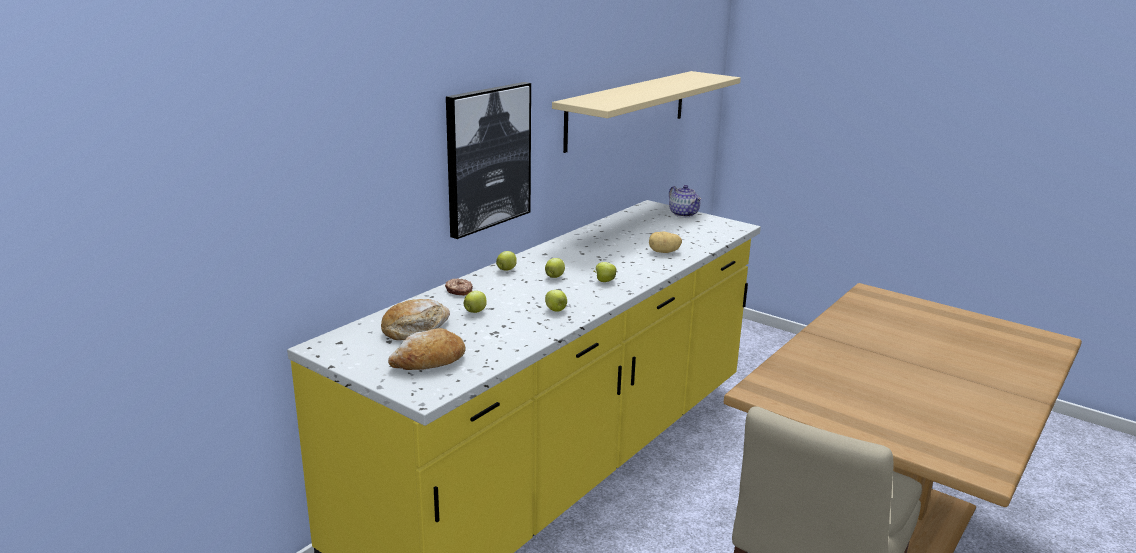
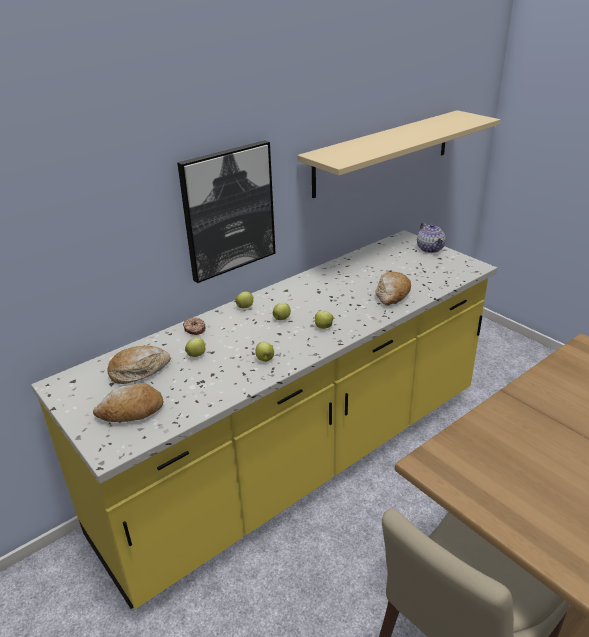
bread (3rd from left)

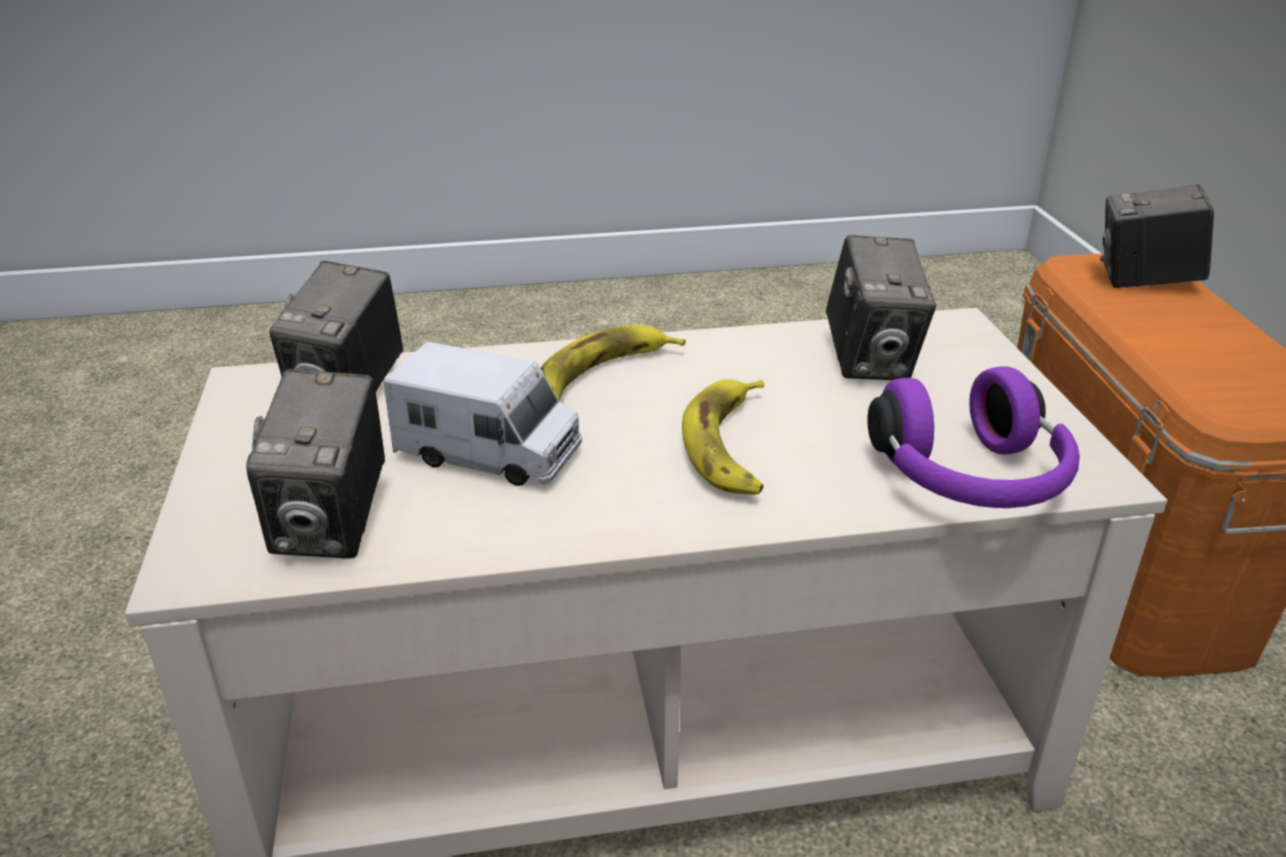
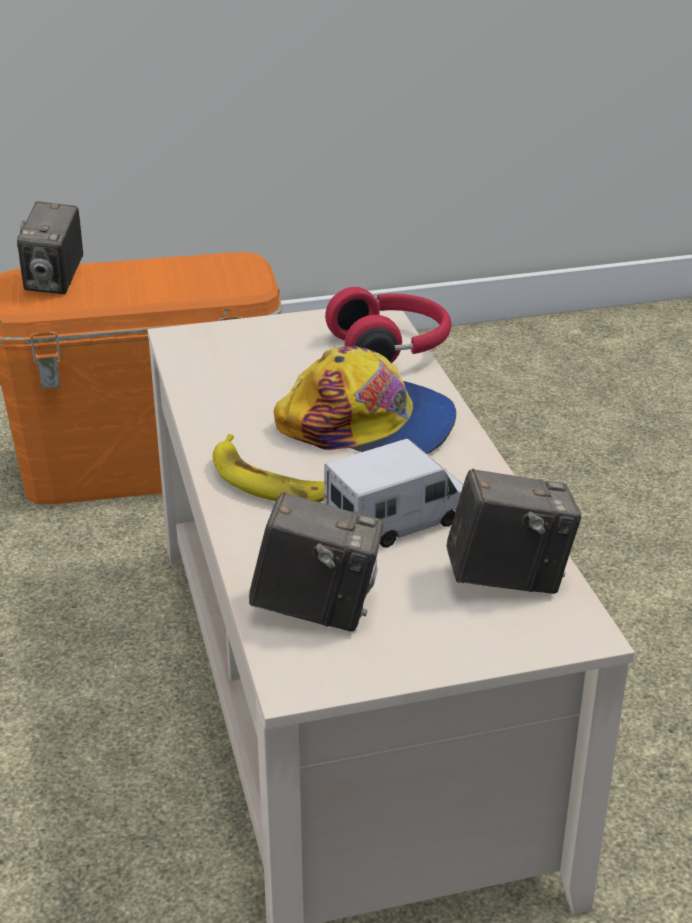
photo_camera (3rd from left in the first image)
toy_truck
red_headphones
cap

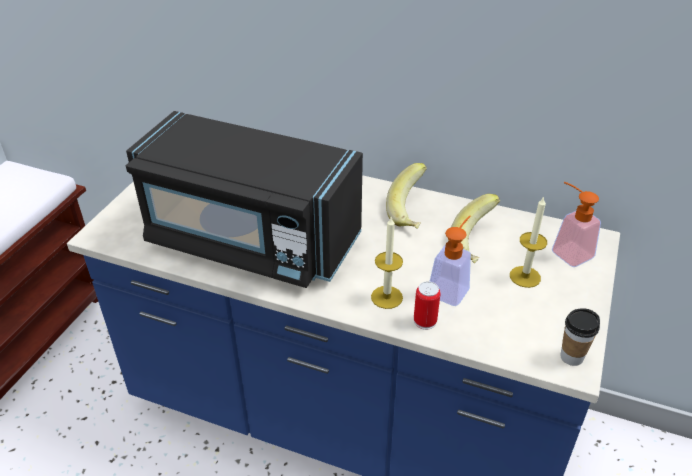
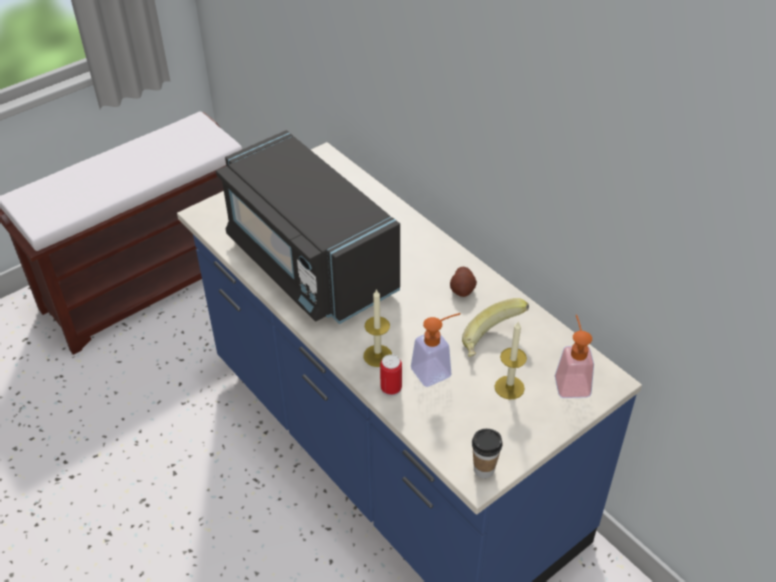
potato

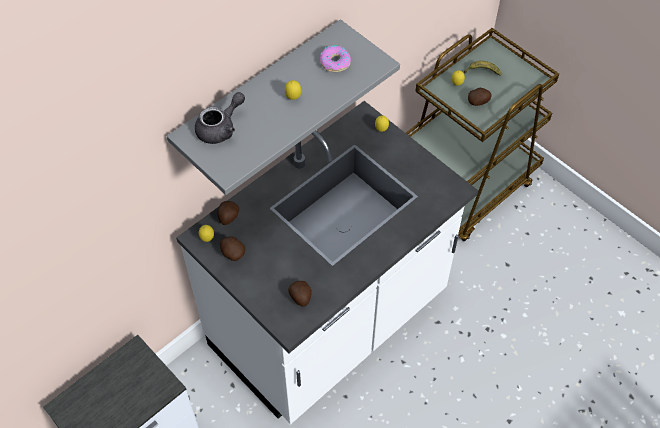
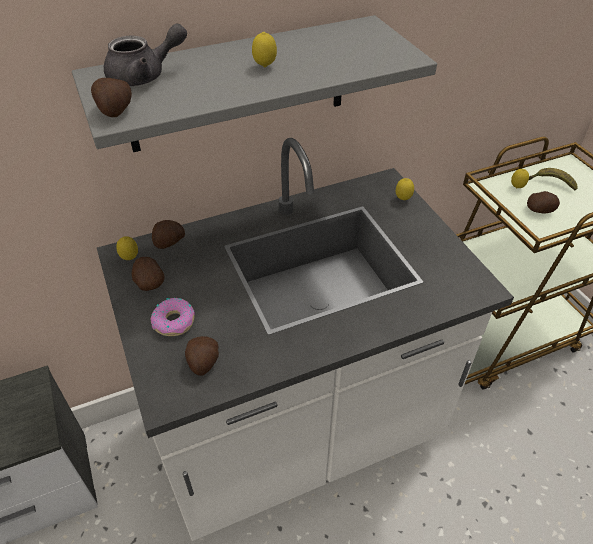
donut
potato (1st from left)

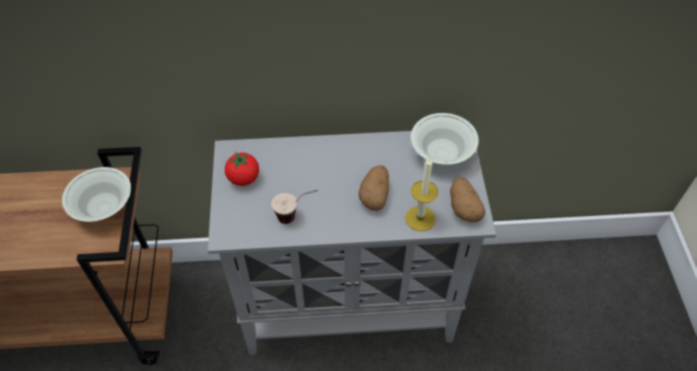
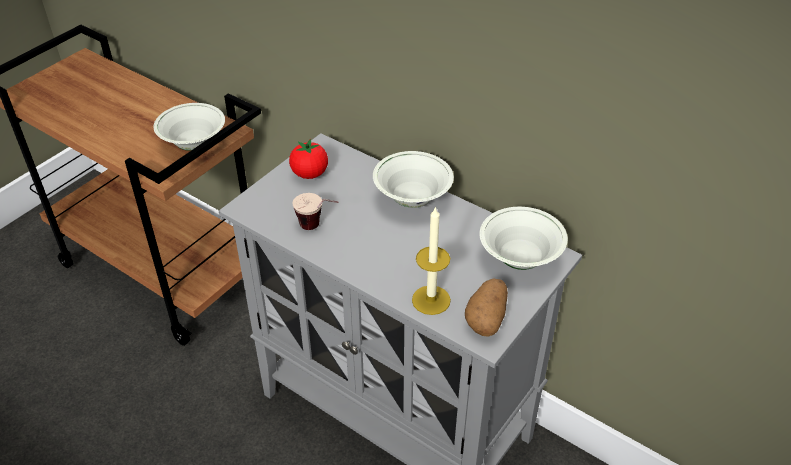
potato (1st from left in the first image)
white_bowl (2nd from left)

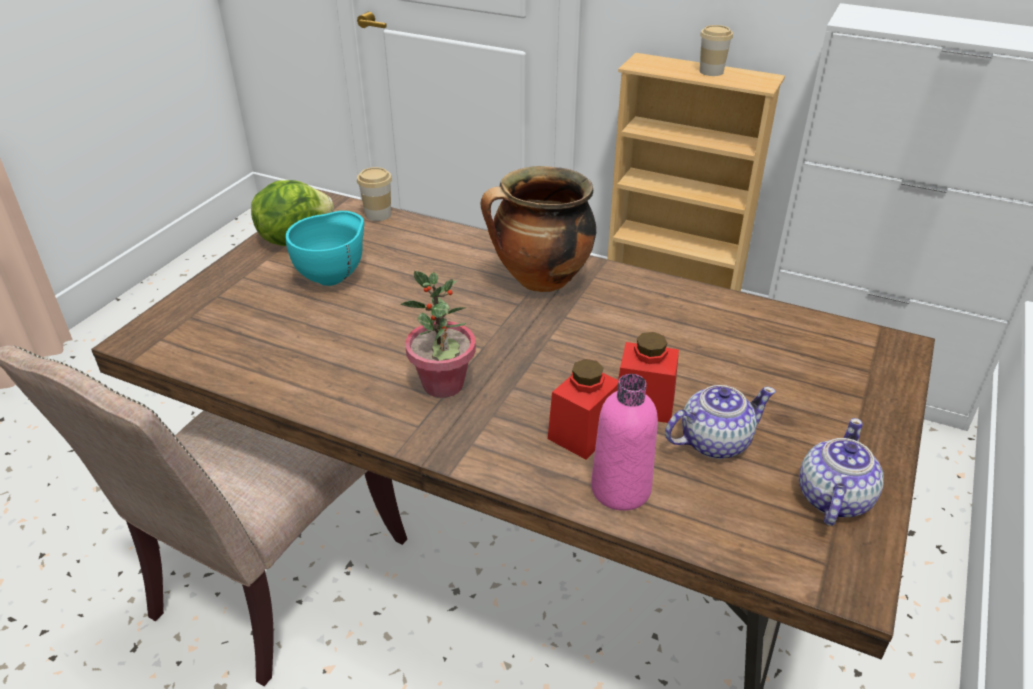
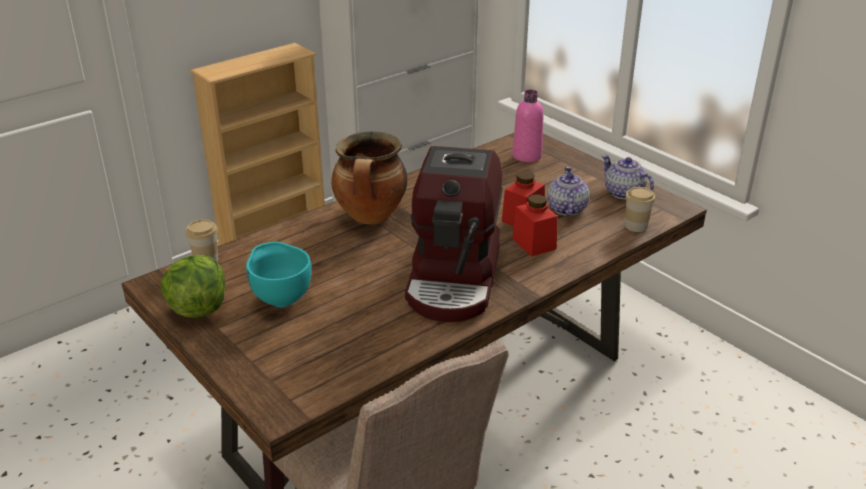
cup (2nd from left)
coffee_machine
pink_bottle

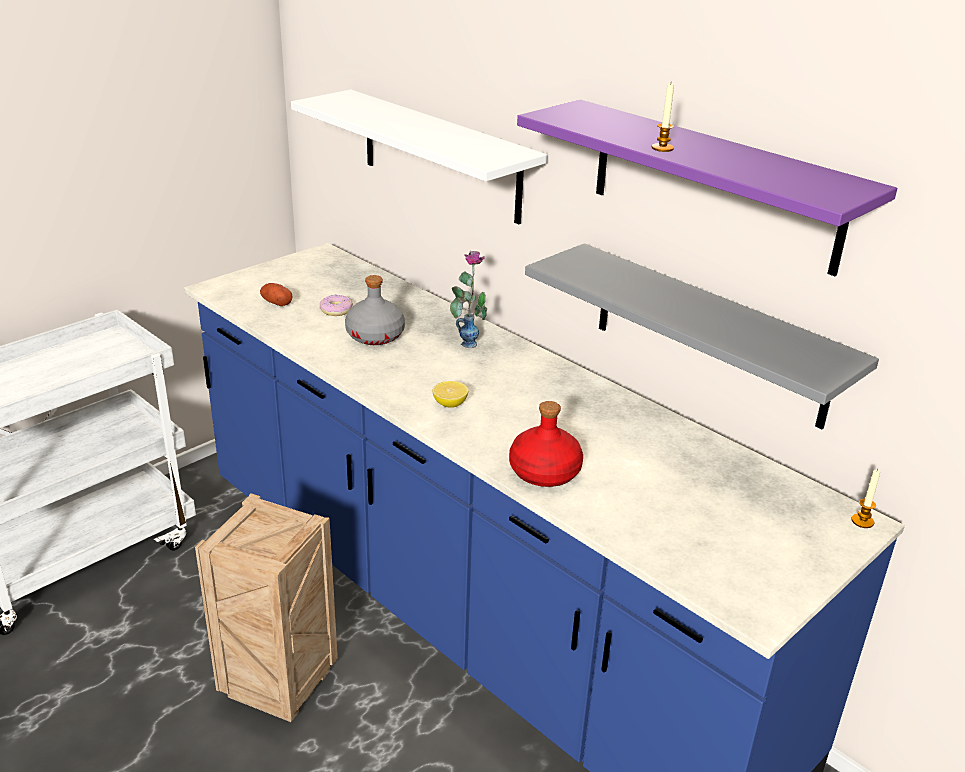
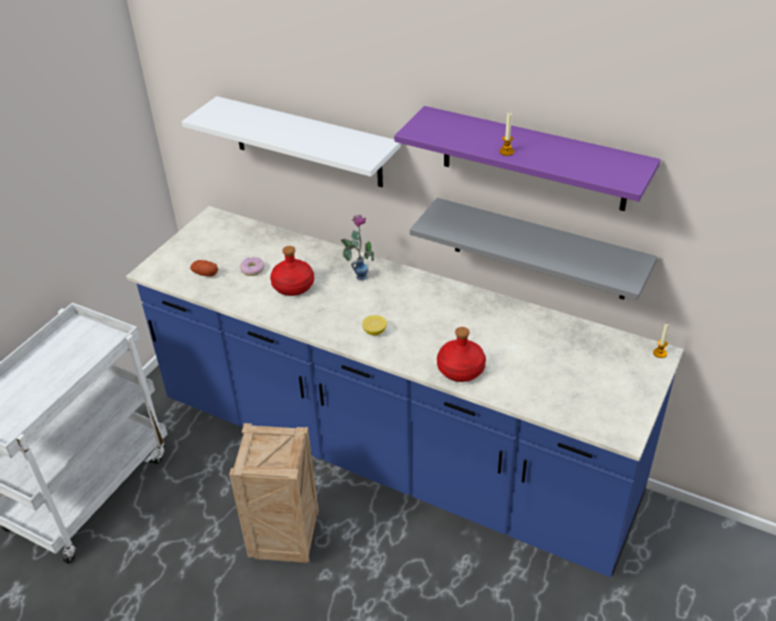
red_bottle (1st from left)

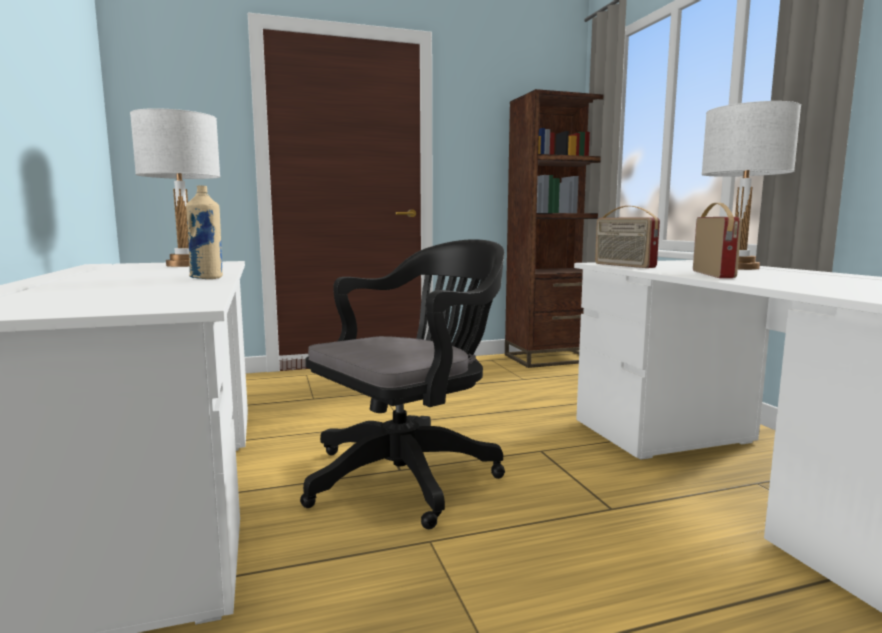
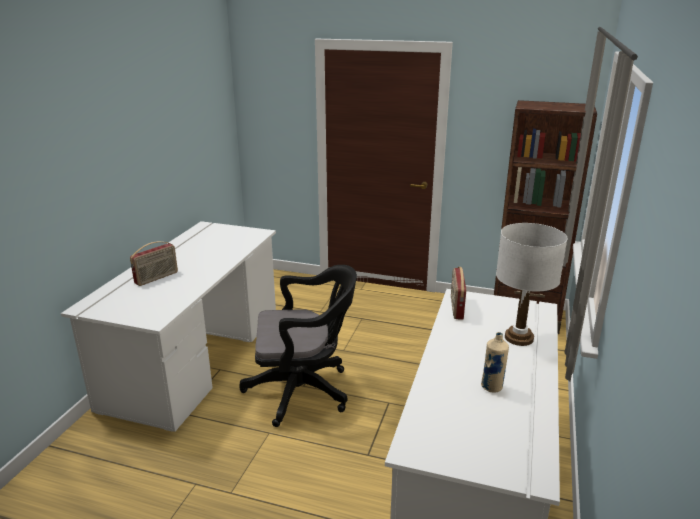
white_table_lamp (1st from left in the first image)
beige_bottle
radio (1st from left)

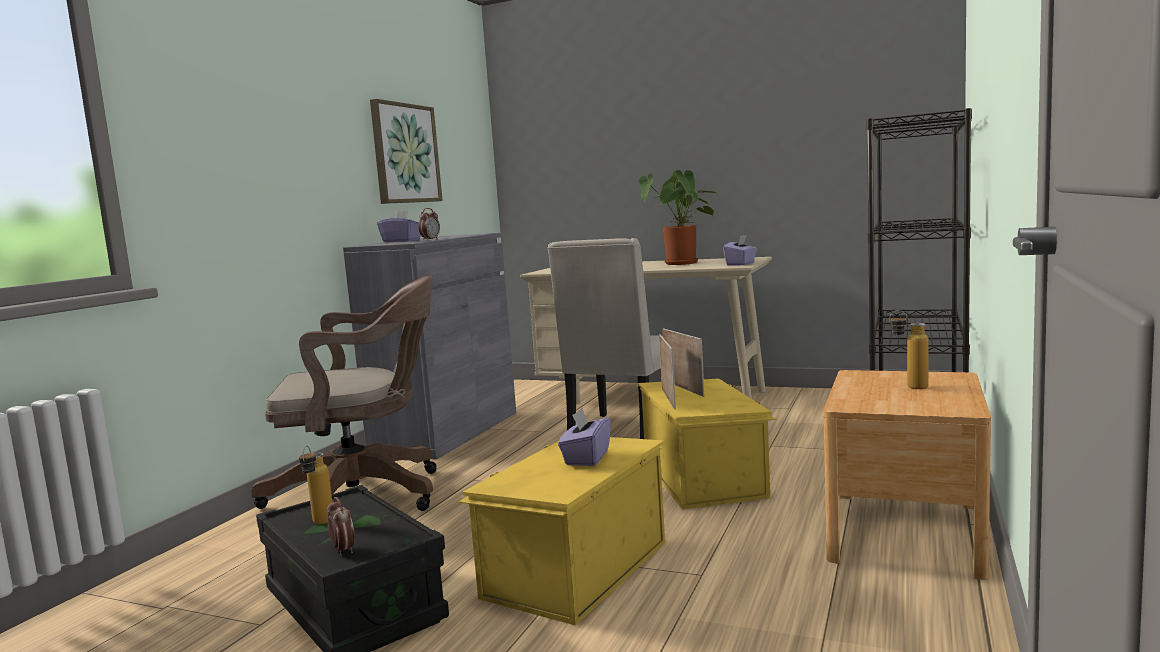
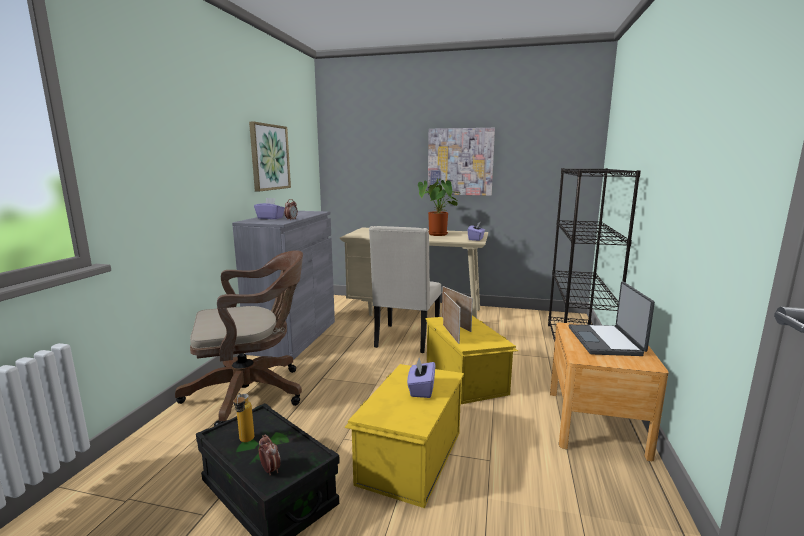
laptop
picture (2nd from left)

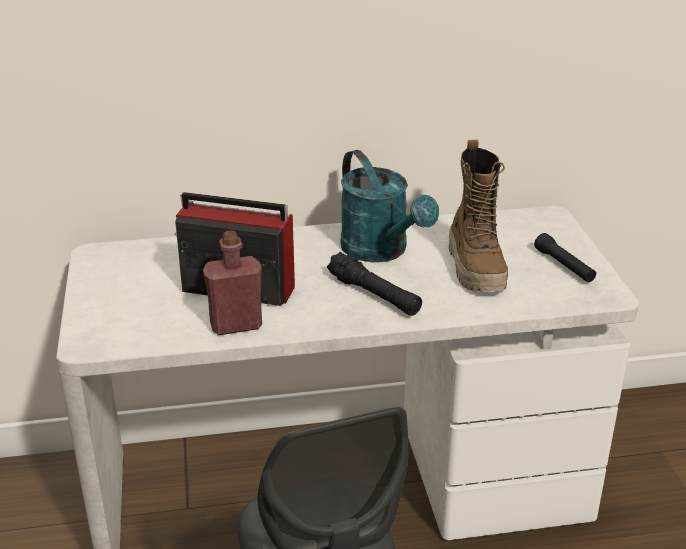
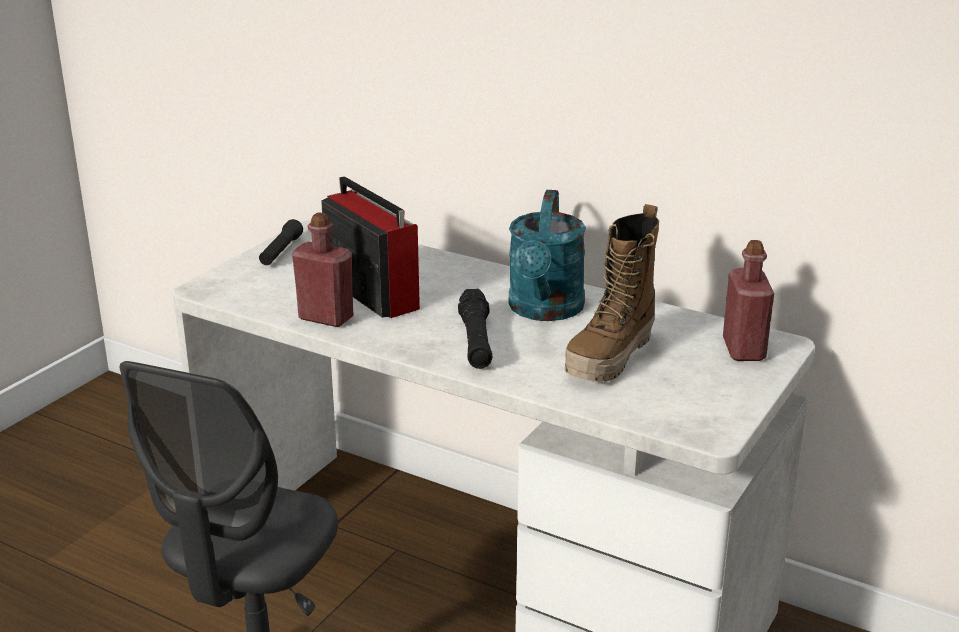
black_flashlight (1st from left)
red_bottle (2nd from left)

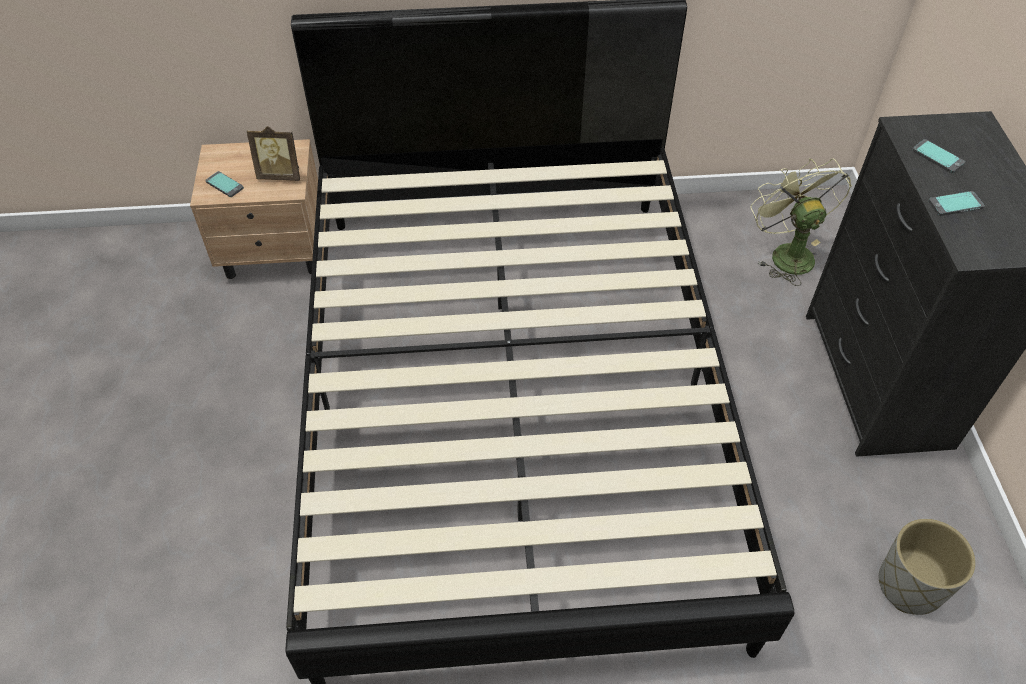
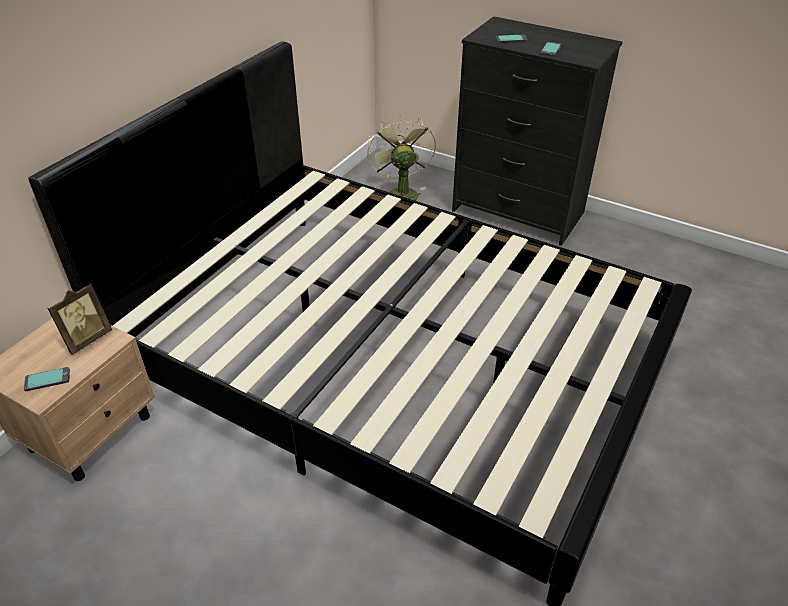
green_fan
grey_planter

